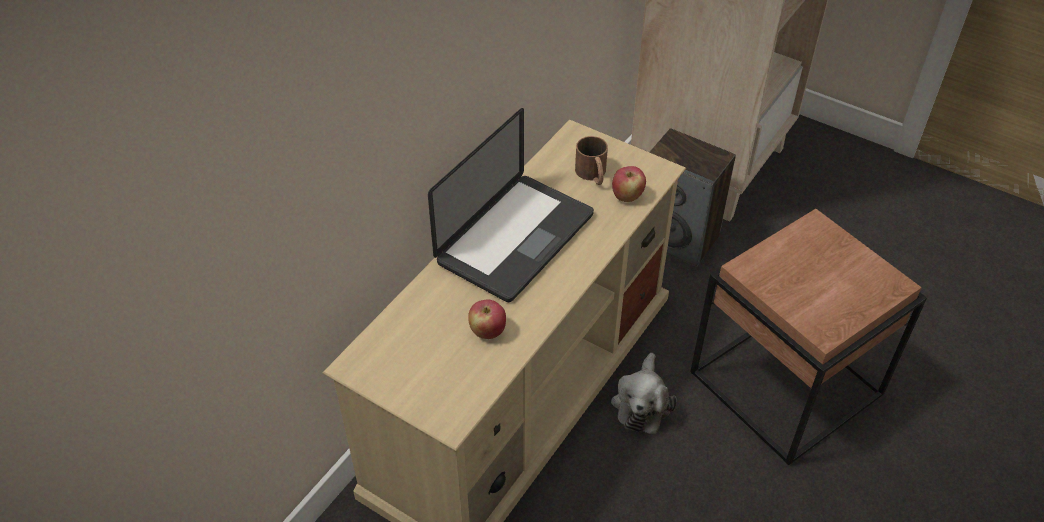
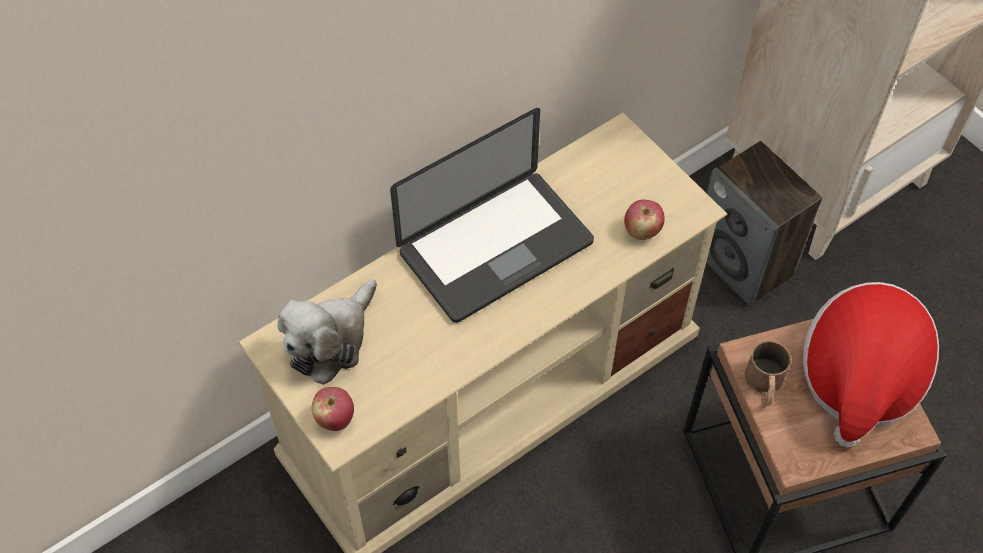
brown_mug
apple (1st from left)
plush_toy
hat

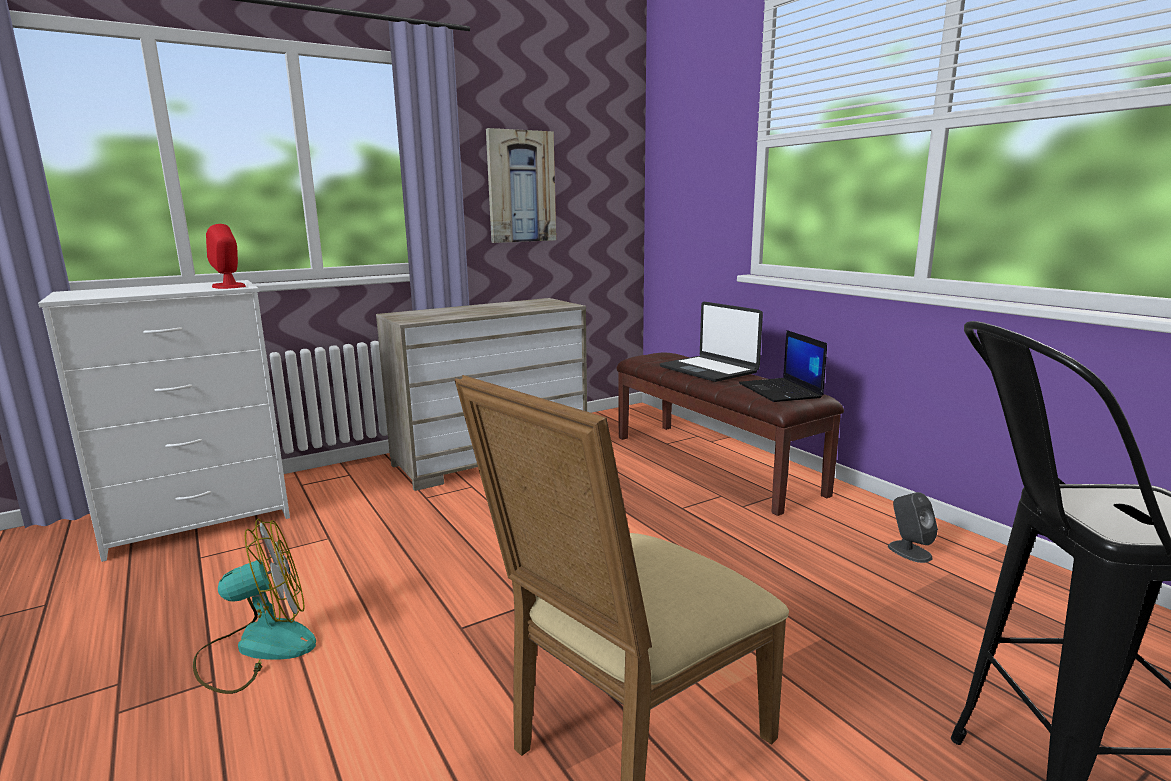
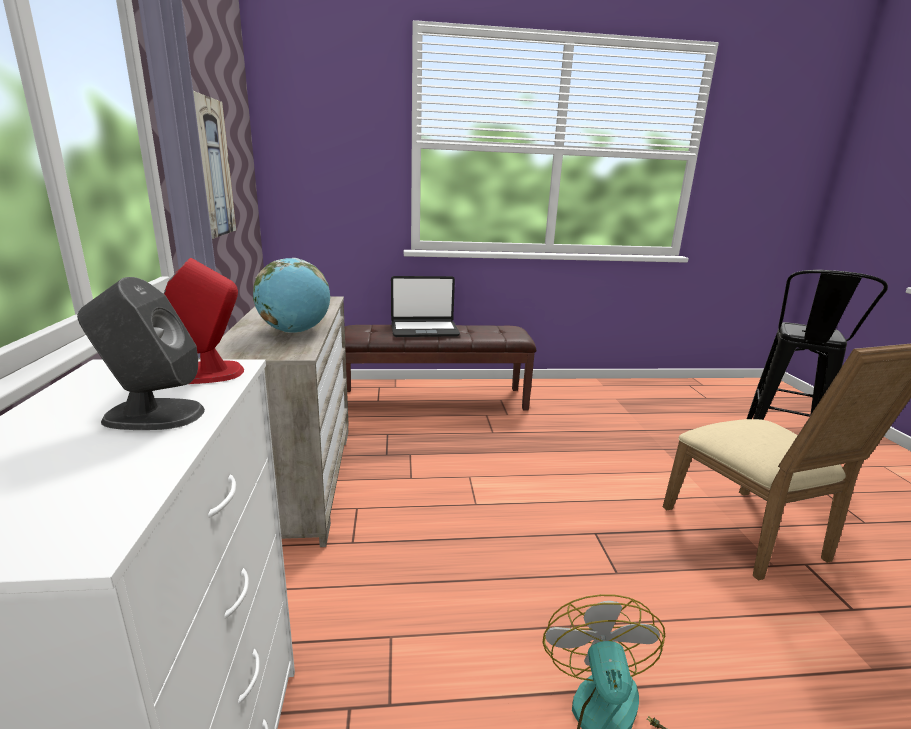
laptop (2nd from left in the first image)
grey_speaker
globe

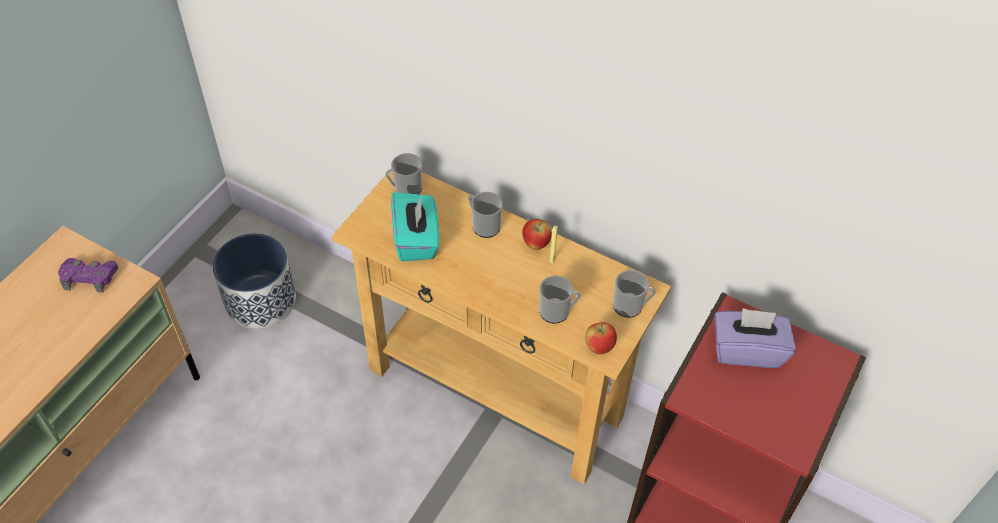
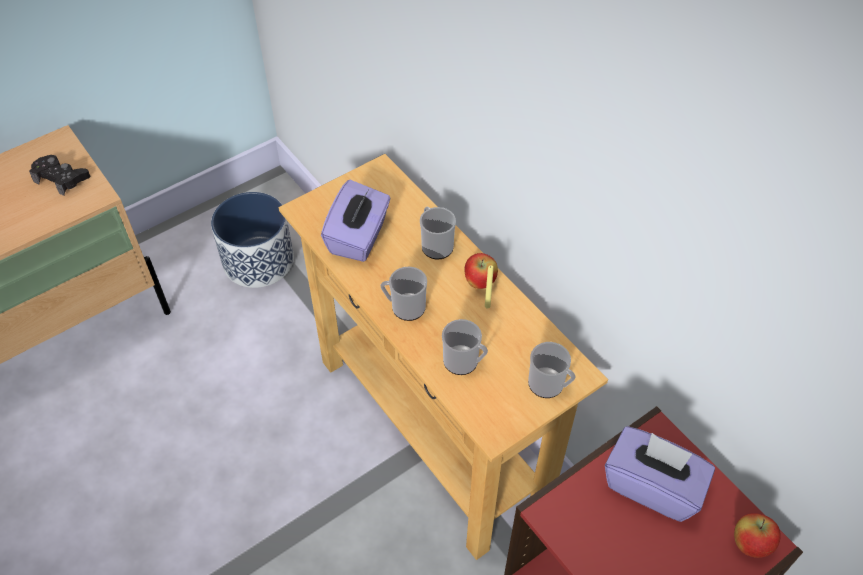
mug (1st from left)
purple_tissue_box (1st from left)
black_game_controller
apple (2nd from left)

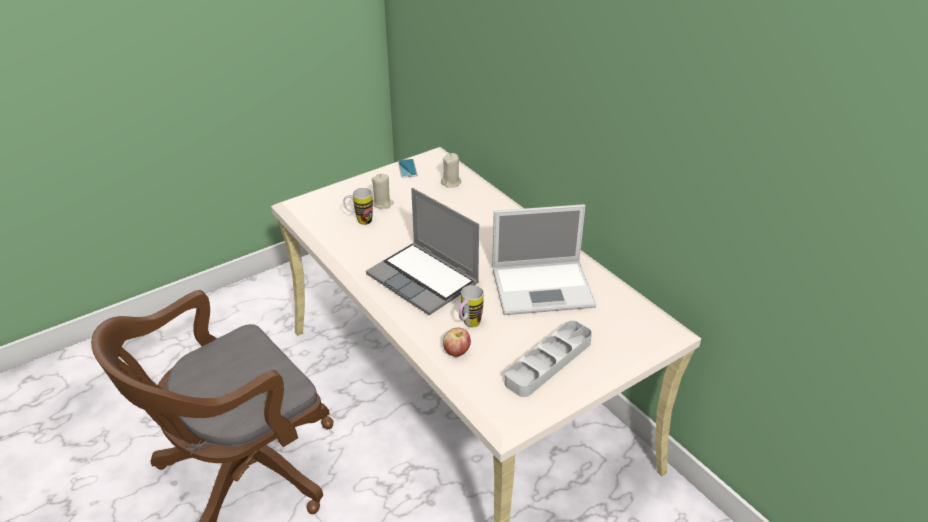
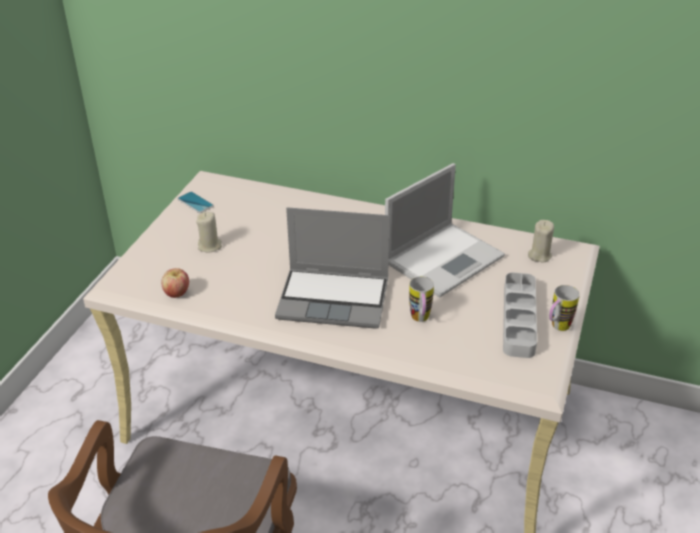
beige_candle (2nd from left)
mug (2nd from left)
apple

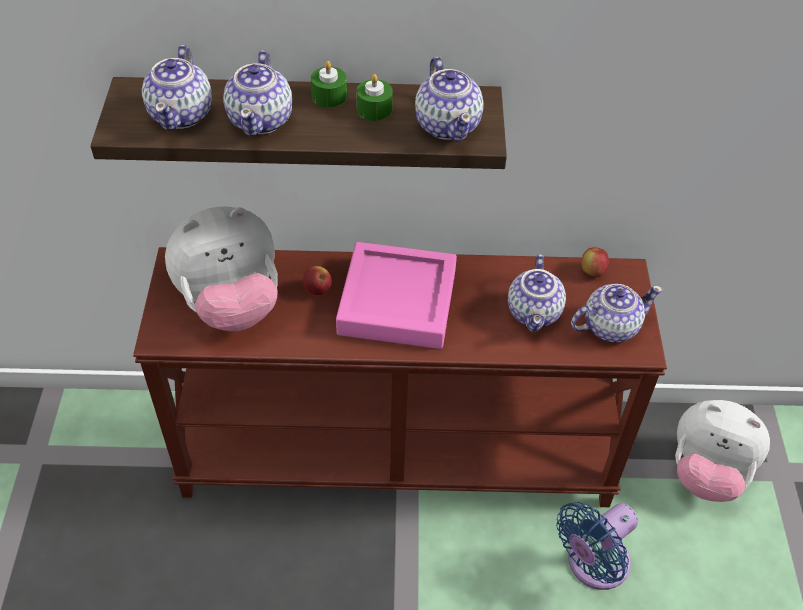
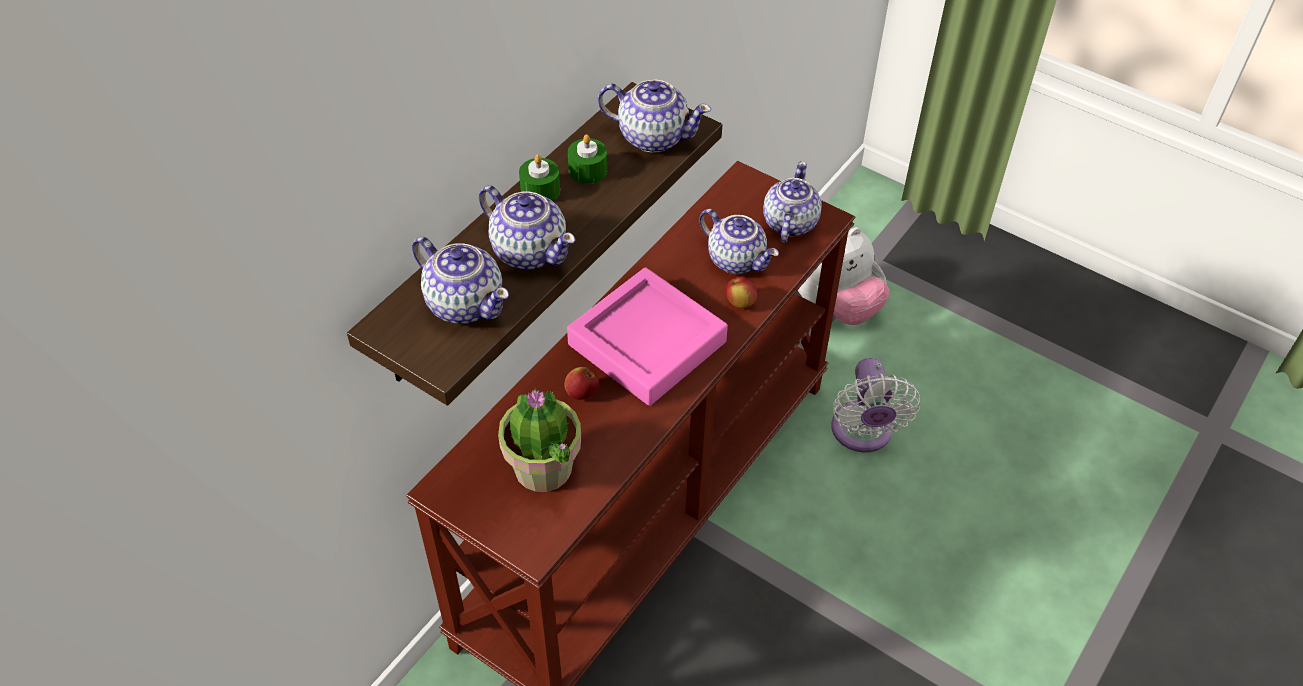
potted_plant
apple (2nd from left)
white_fan

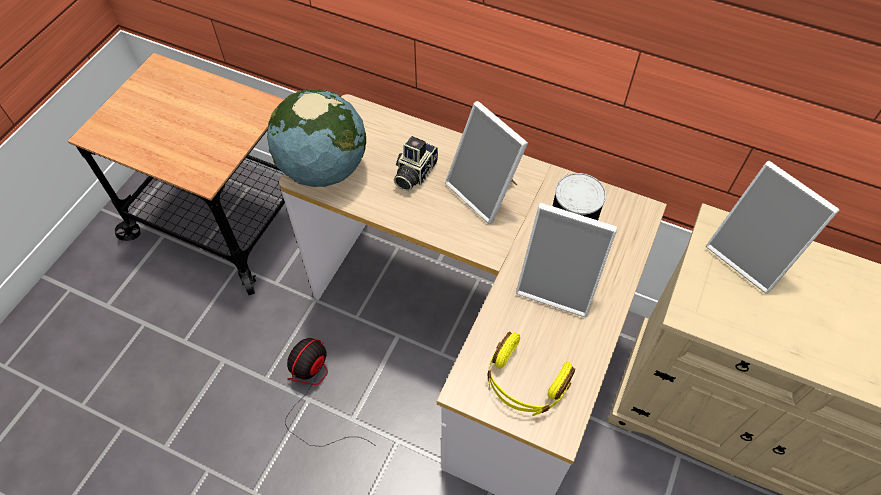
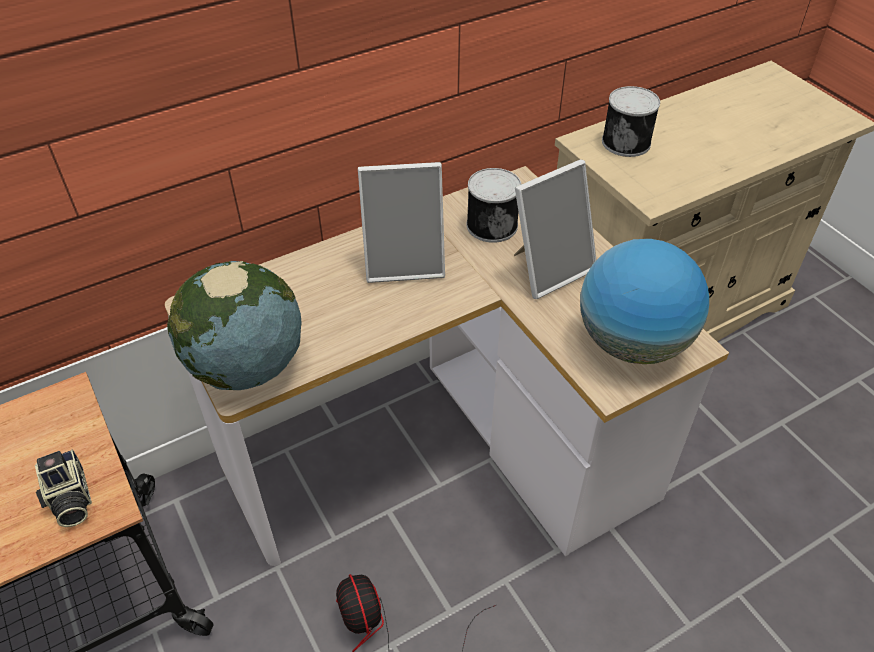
photo_camera
can (2nd from left)
globe (2nd from left)

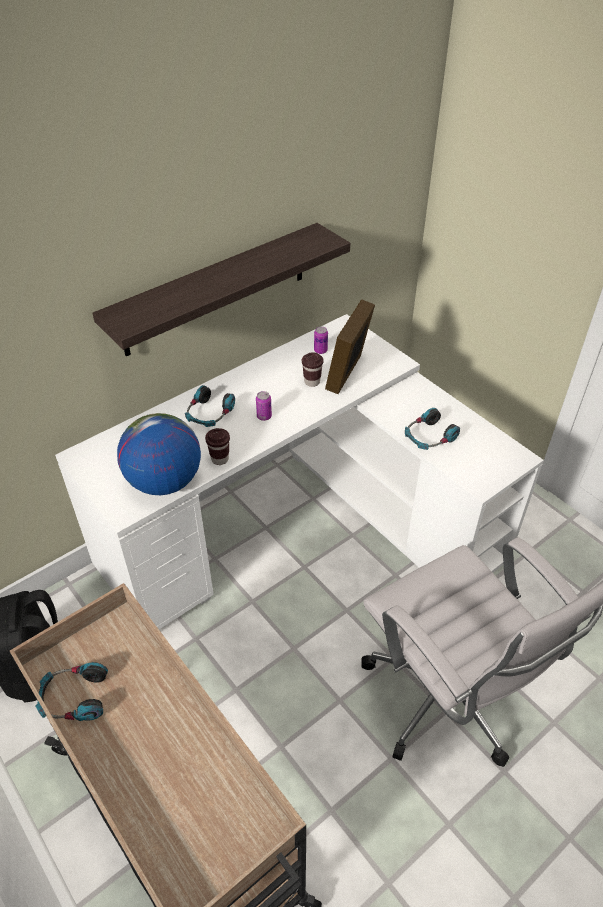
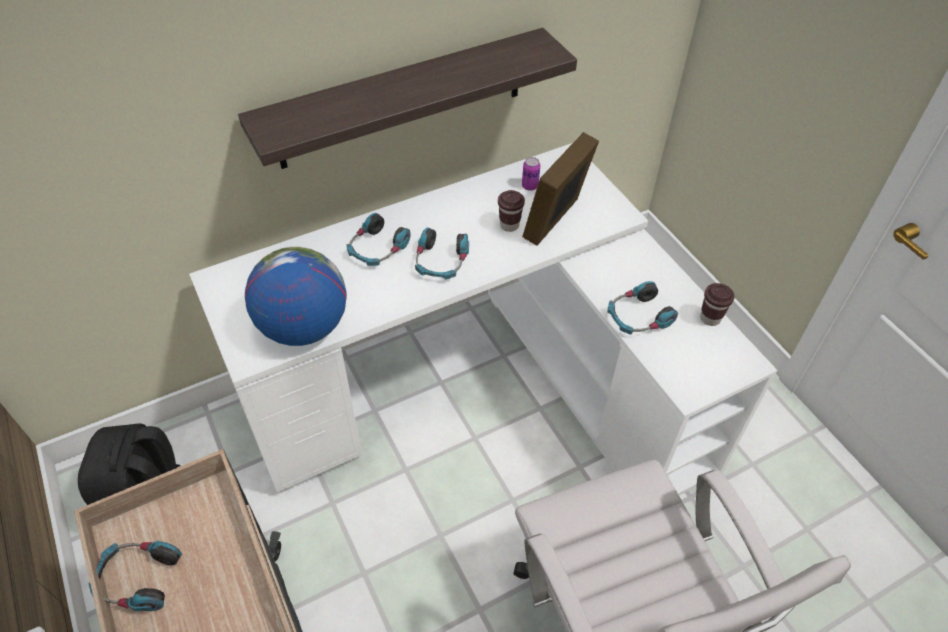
headphones (3rd from left)
brown_cup (2nd from left)

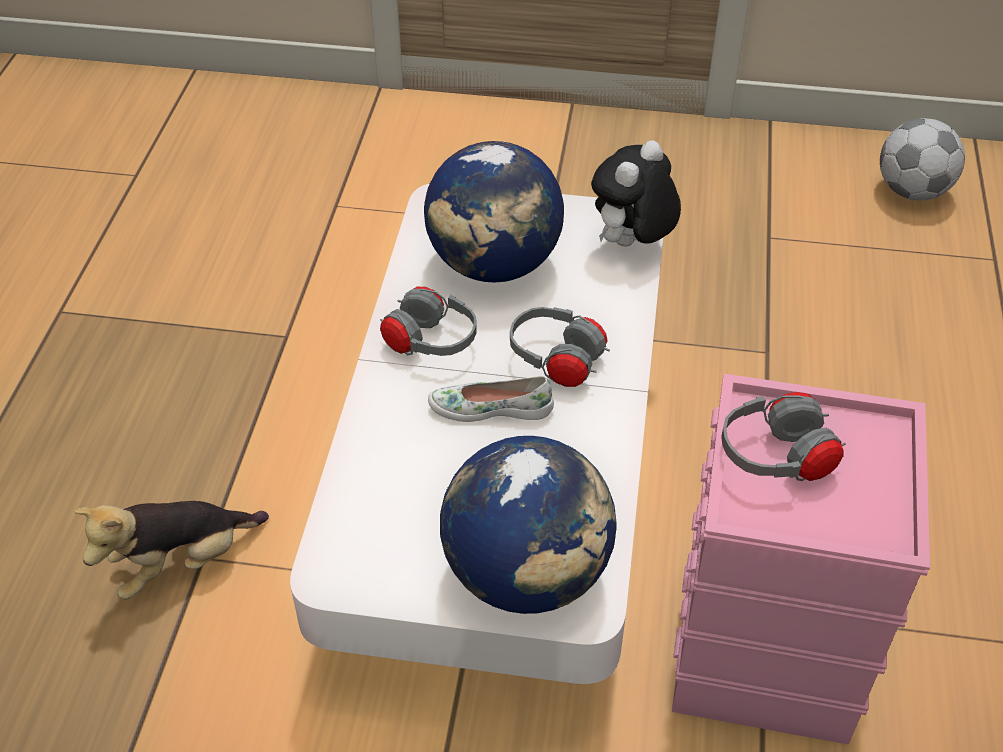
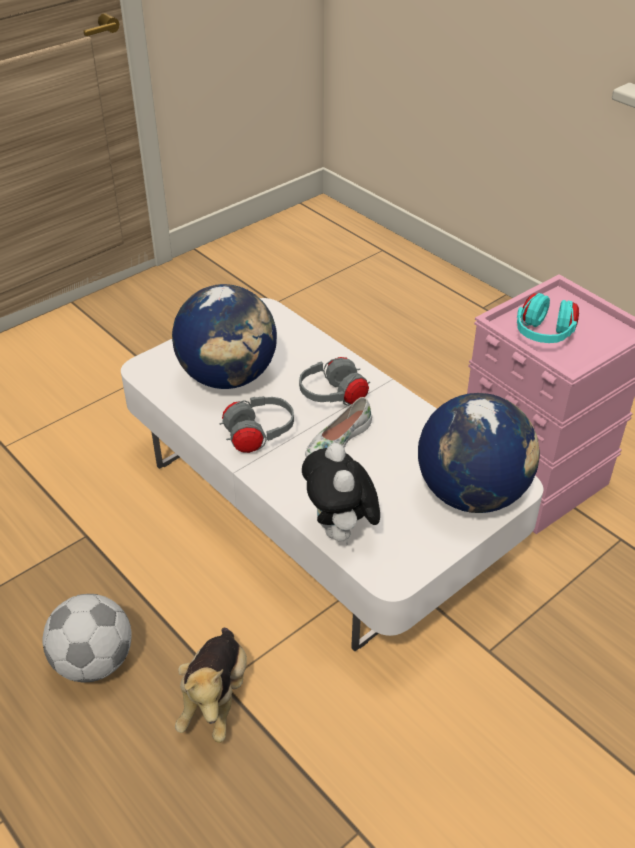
football
plush_toy (2nd from left)
turquoise_headphones

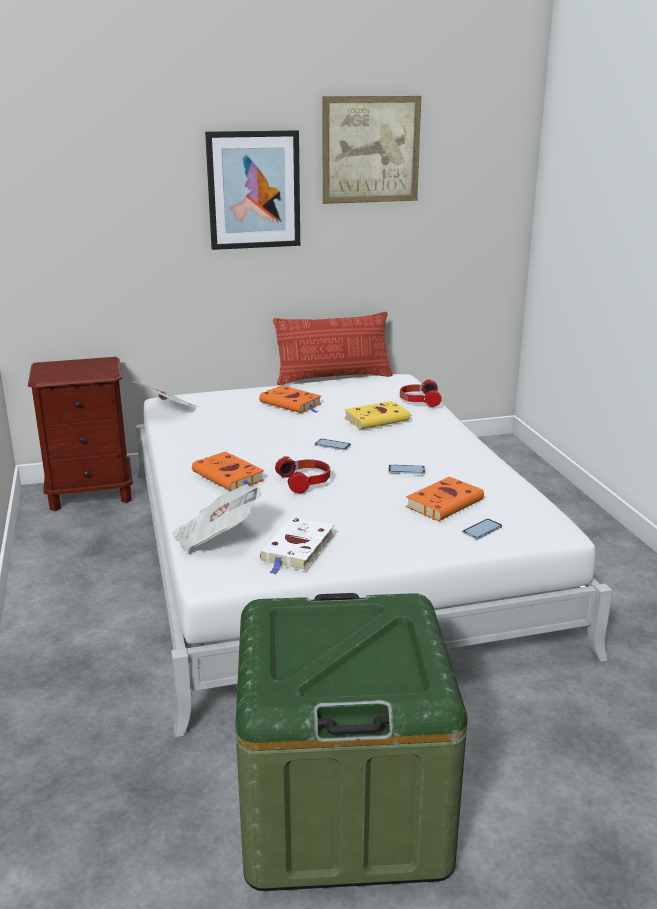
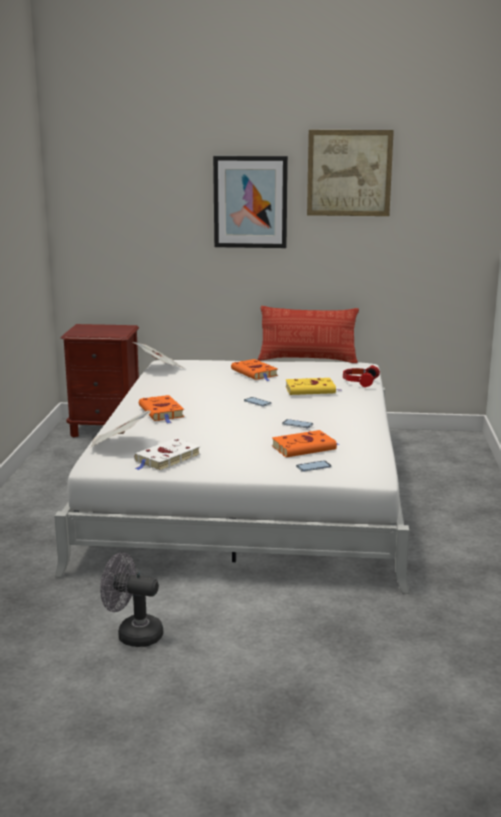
headphones (1st from left in the first image)
grey_fan

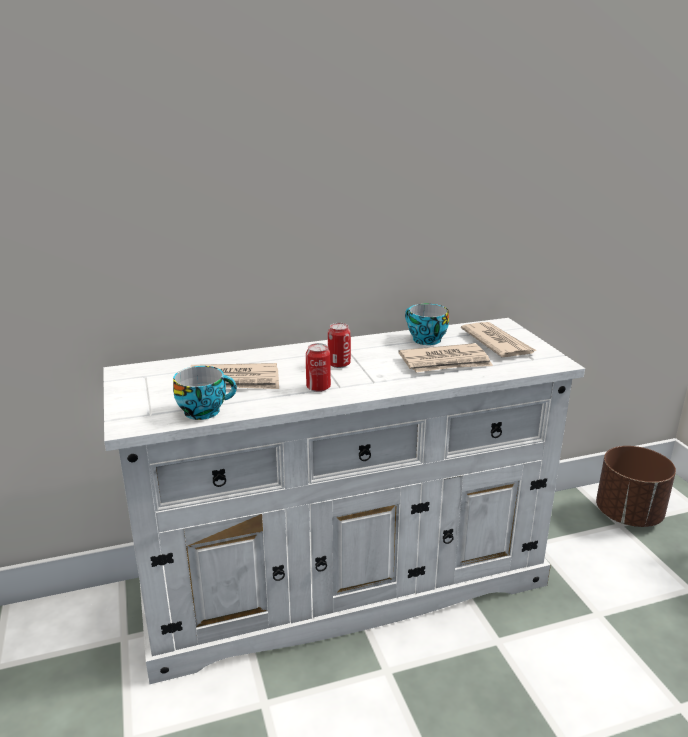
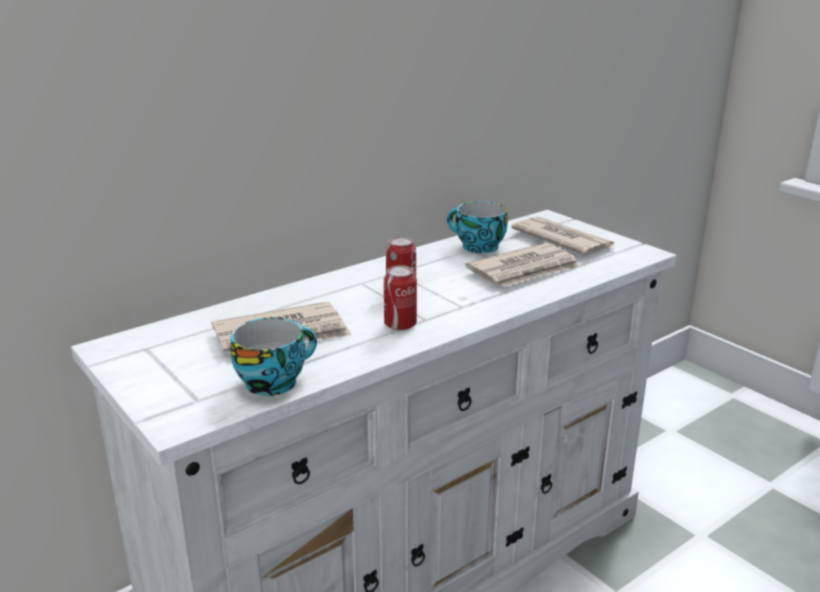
brown_planter

